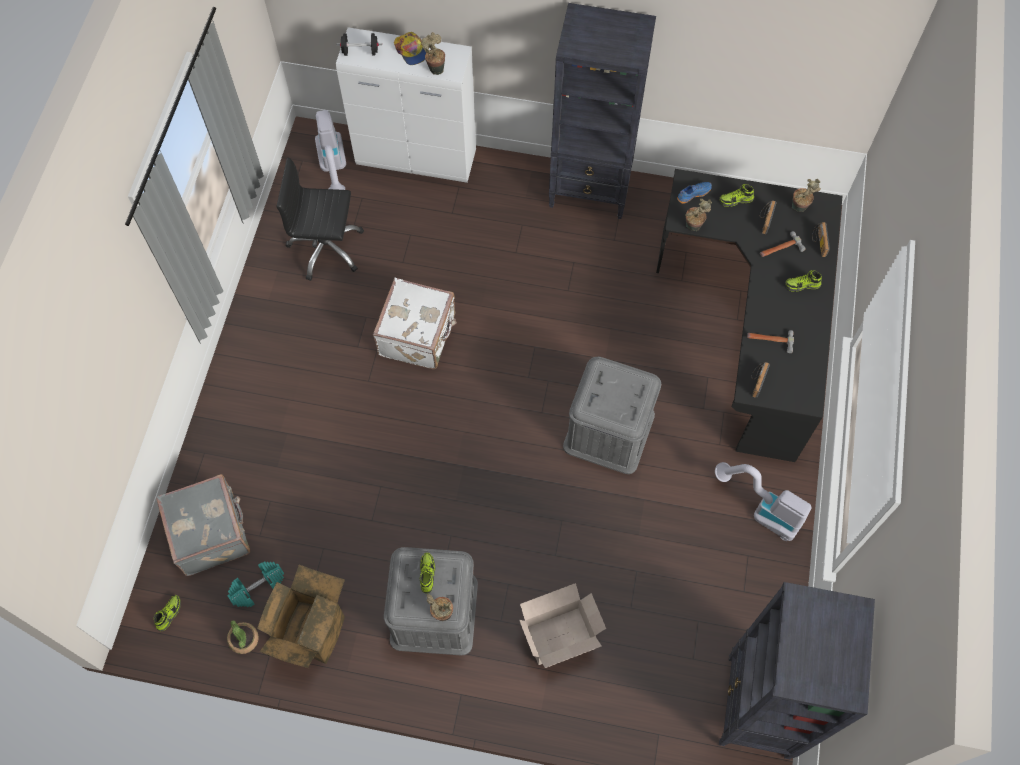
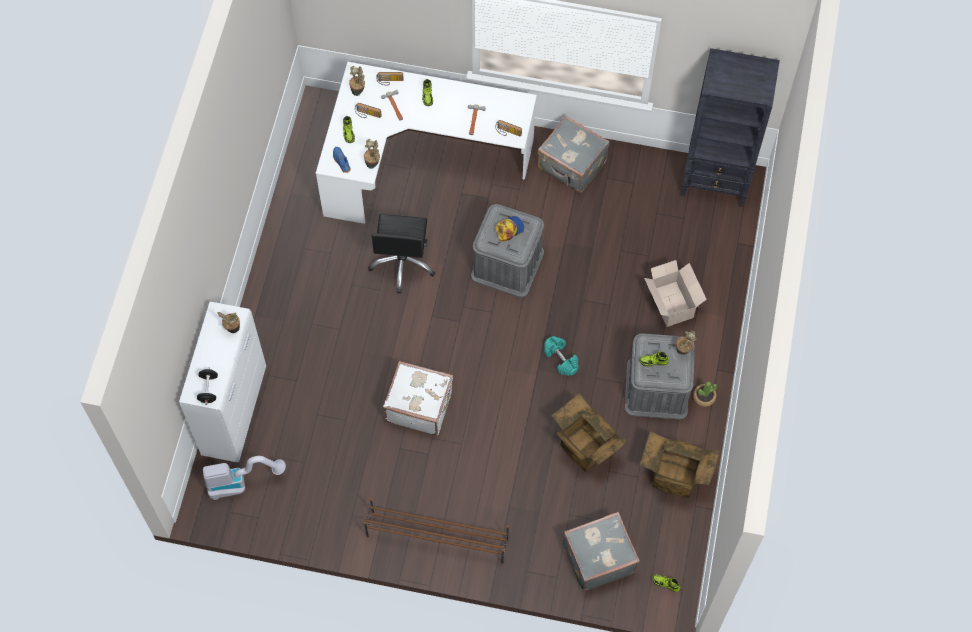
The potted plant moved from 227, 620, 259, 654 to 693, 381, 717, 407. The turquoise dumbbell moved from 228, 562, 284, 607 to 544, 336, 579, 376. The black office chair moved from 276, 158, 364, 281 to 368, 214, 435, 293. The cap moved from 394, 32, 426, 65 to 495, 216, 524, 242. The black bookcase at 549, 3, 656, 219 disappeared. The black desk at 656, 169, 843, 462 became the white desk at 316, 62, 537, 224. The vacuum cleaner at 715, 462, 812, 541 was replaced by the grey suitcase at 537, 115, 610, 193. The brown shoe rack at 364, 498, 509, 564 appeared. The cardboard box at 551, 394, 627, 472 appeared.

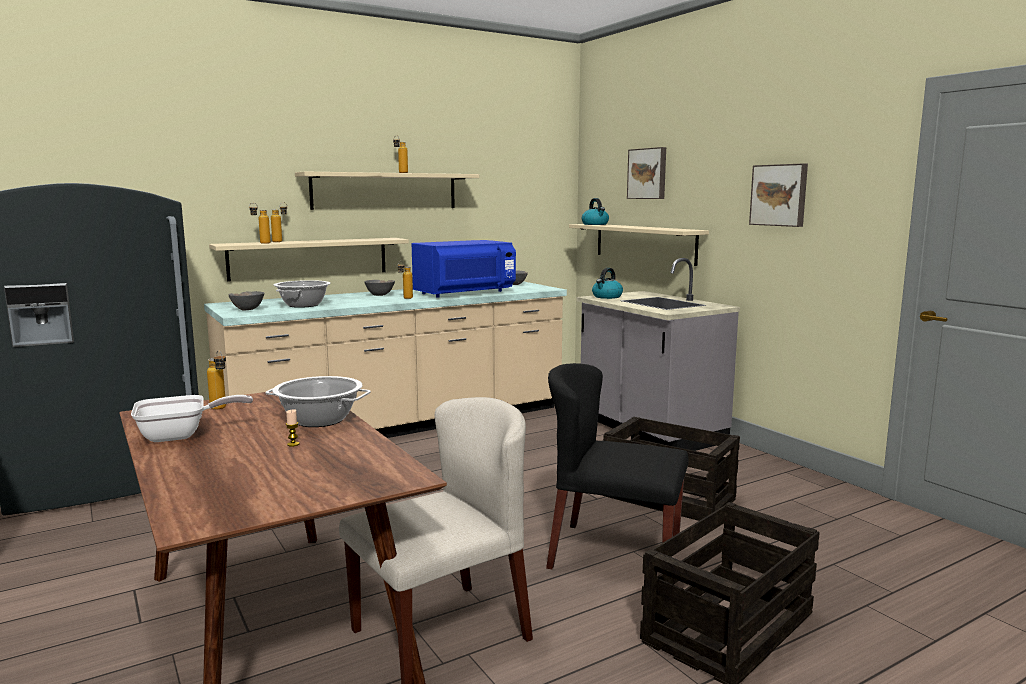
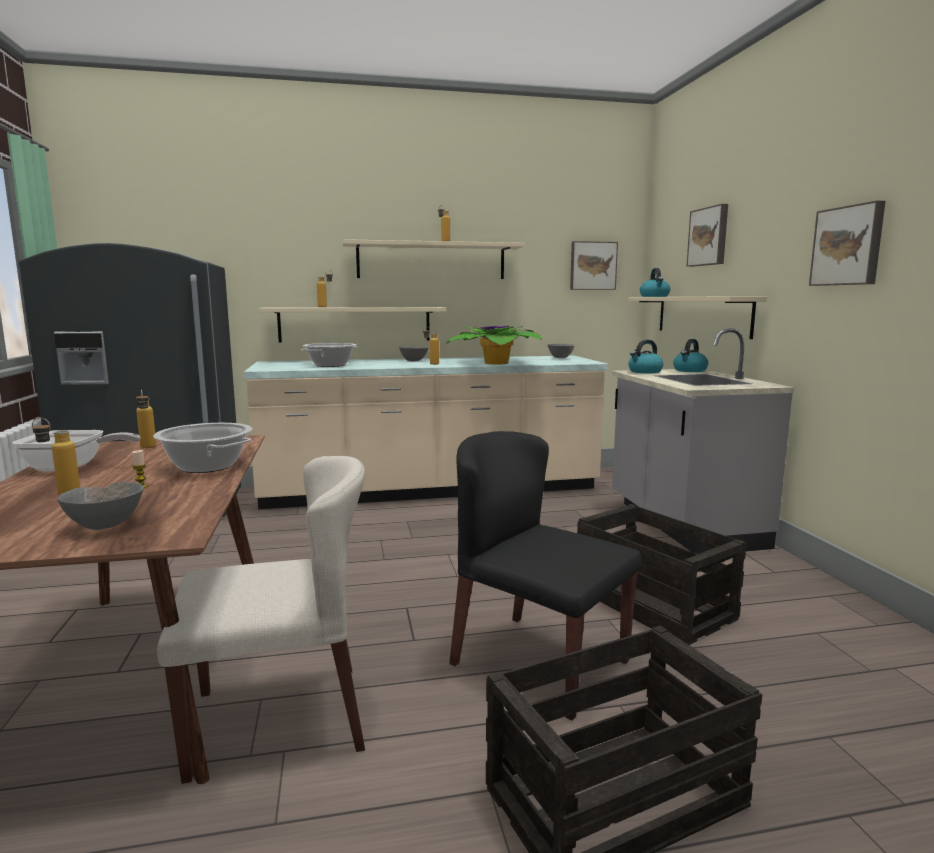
The grey bowl moved from 228, 291, 265, 311 to 58, 482, 144, 530. The bottle moved from 249, 203, 271, 244 to 32, 418, 80, 495. The blue microwave at 412, 240, 516, 297 was replaced by the potted plant at 446, 326, 542, 365. The picture at 570, 241, 618, 290 appeared. The kettle at 673, 339, 708, 372 appeared.

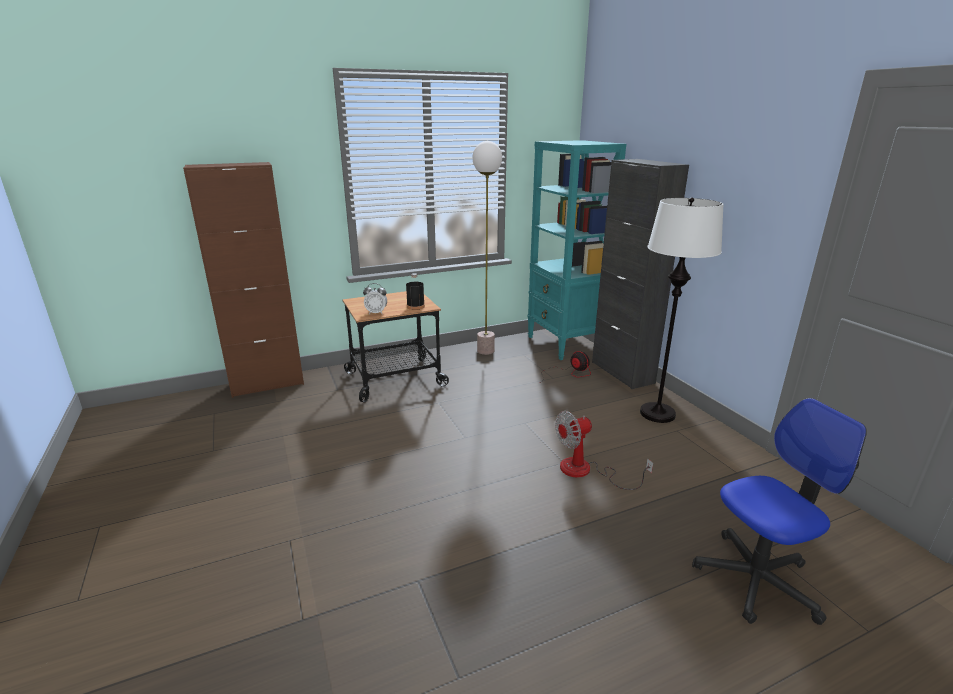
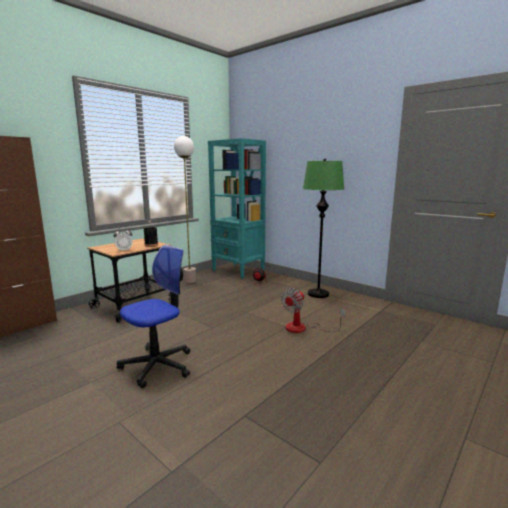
The black cabinet at 592, 159, 689, 389 disappeared. The white floor lamp at 640, 198, 724, 423 became the green floor lamp at 303, 158, 344, 298. The office chair moved from 692, 398, 867, 625 to 117, 245, 190, 388.

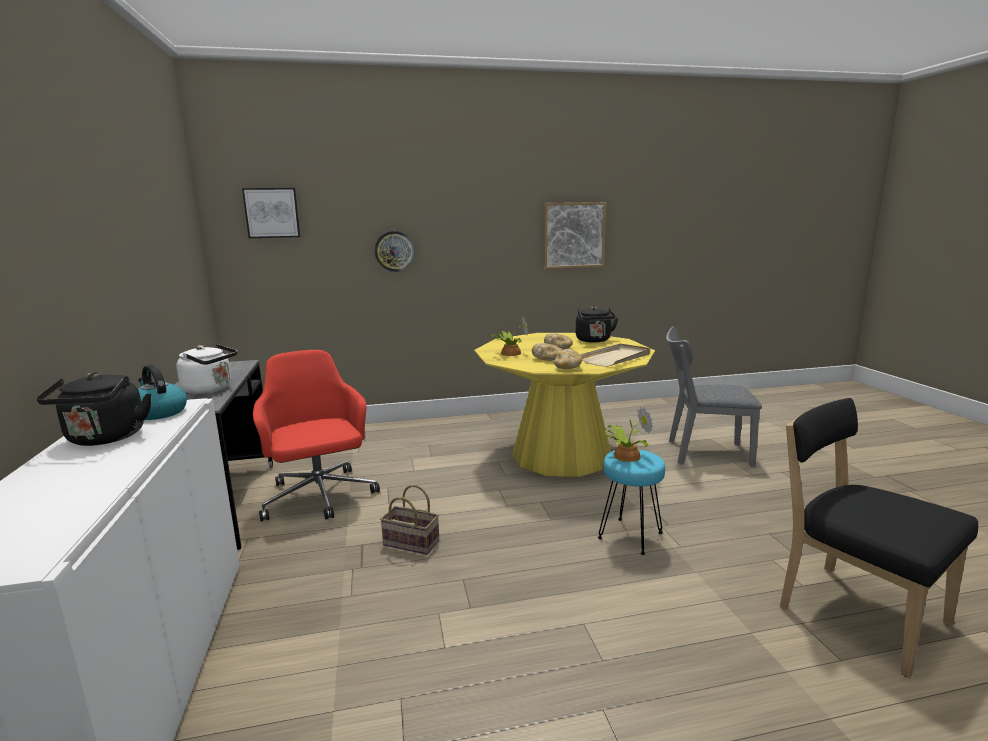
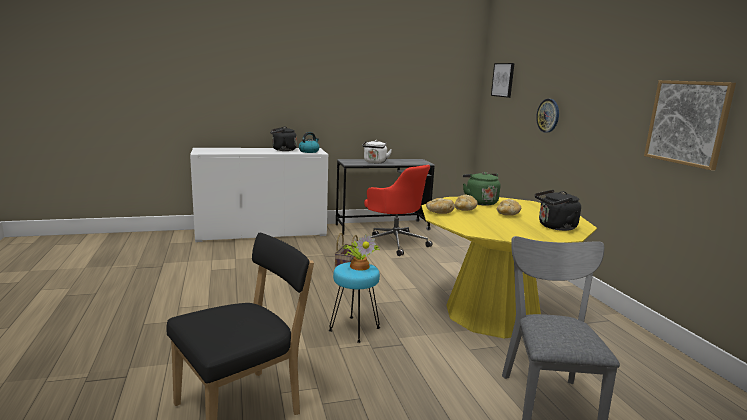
The red office chair at 253, 350, 380, 521 turned 75 degrees clockwise. The potted plant at 491, 315, 528, 356 was replaced by the green kettle at 463, 172, 500, 206. The beige tray at 580, 344, 650, 367 disappeared.

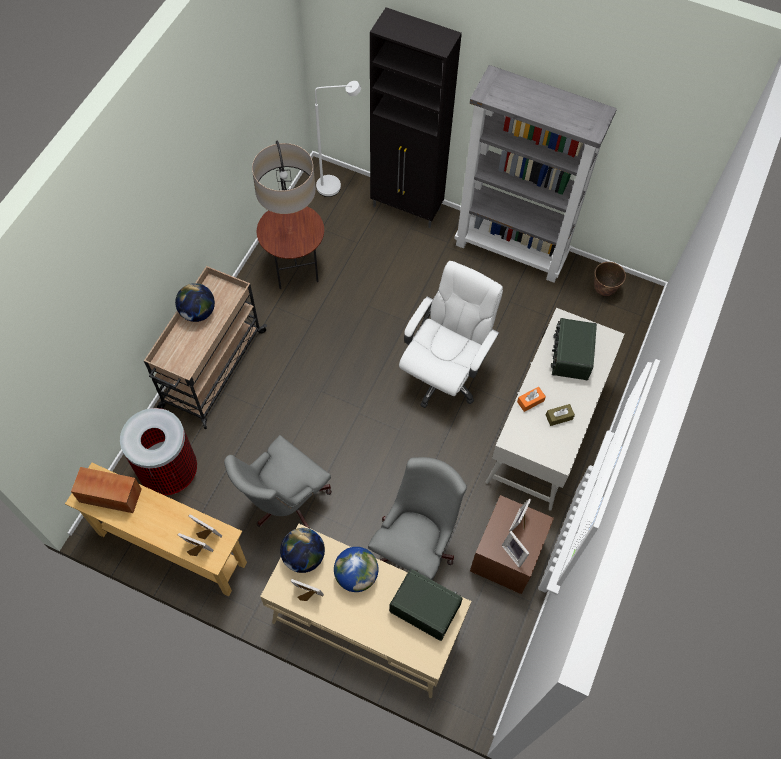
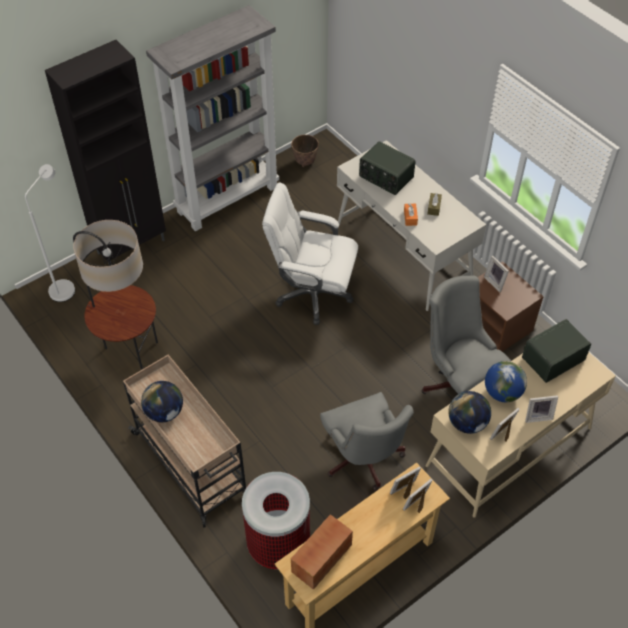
The white office chair at 399, 261, 503, 408 turned 45 degrees counterclockwise. The picture frame moved from 502, 531, 530, 568 to 525, 395, 558, 423.

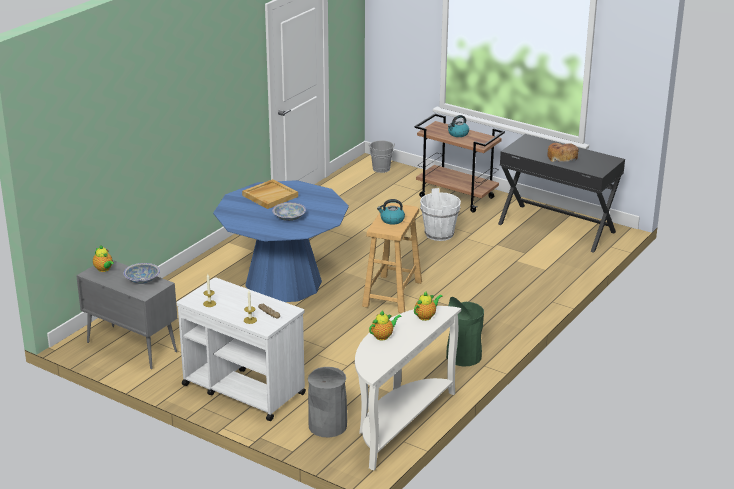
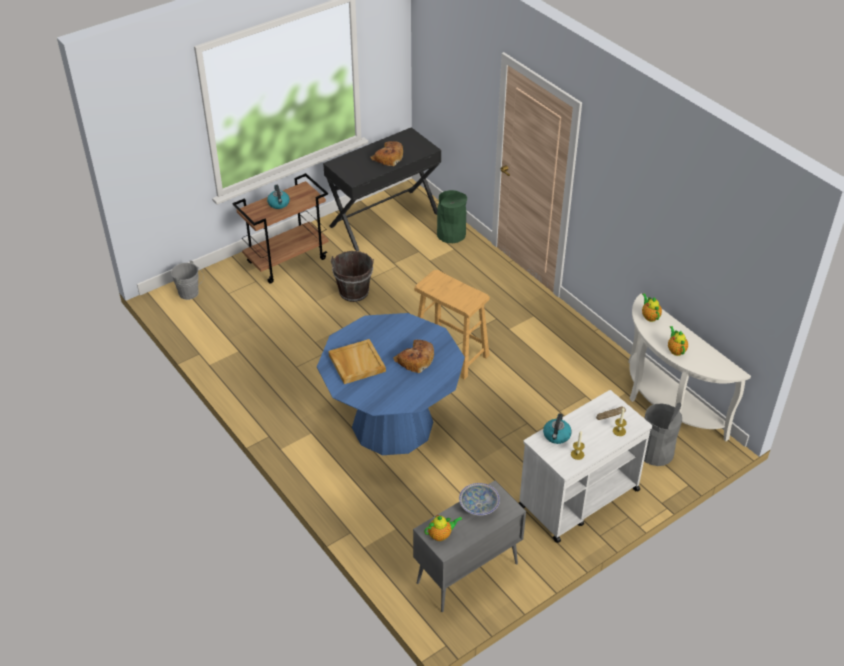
The bowl at 272, 202, 306, 221 was replaced by the bread at 393, 340, 434, 373. The kettle moved from 377, 199, 405, 225 to 543, 413, 572, 444. The white bucket at 420, 188, 461, 241 became the brown bucket at 331, 251, 374, 302. The green trash can moved from 446, 297, 484, 367 to 437, 190, 467, 243.

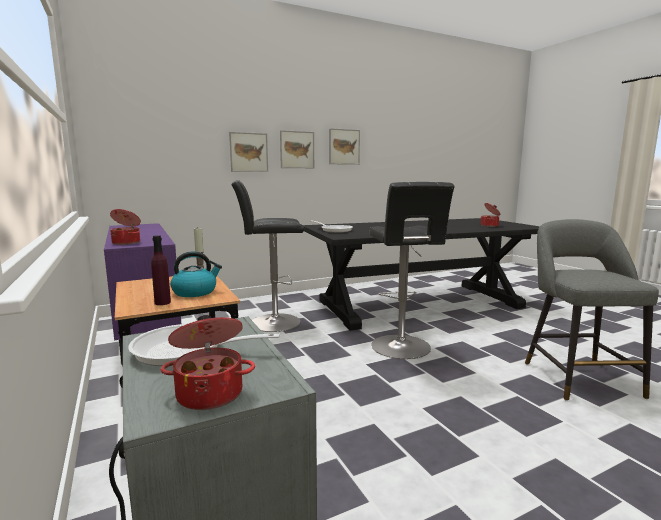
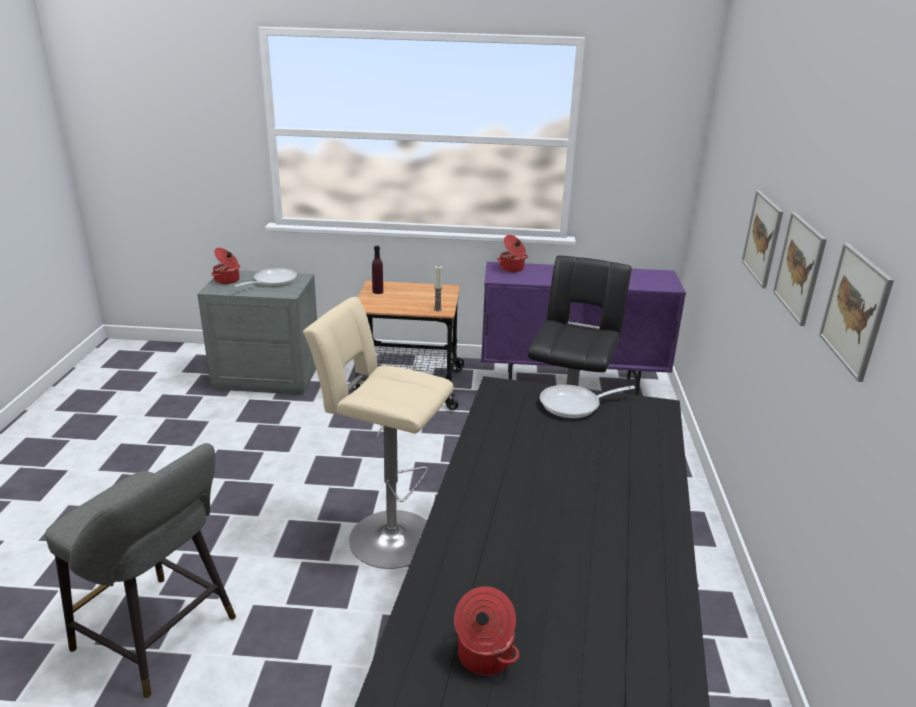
The kettle at 170, 251, 222, 297 disappeared. The black stool at 370, 182, 455, 359 became the beige stool at 303, 297, 454, 569.

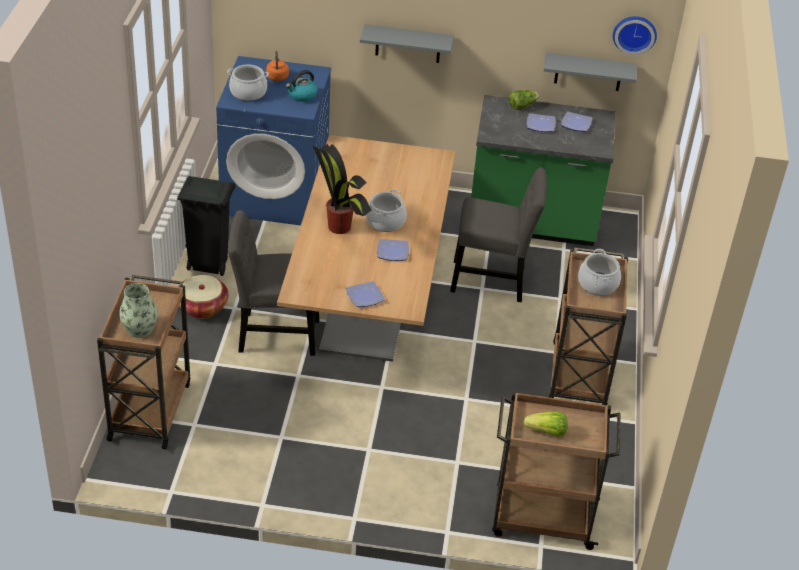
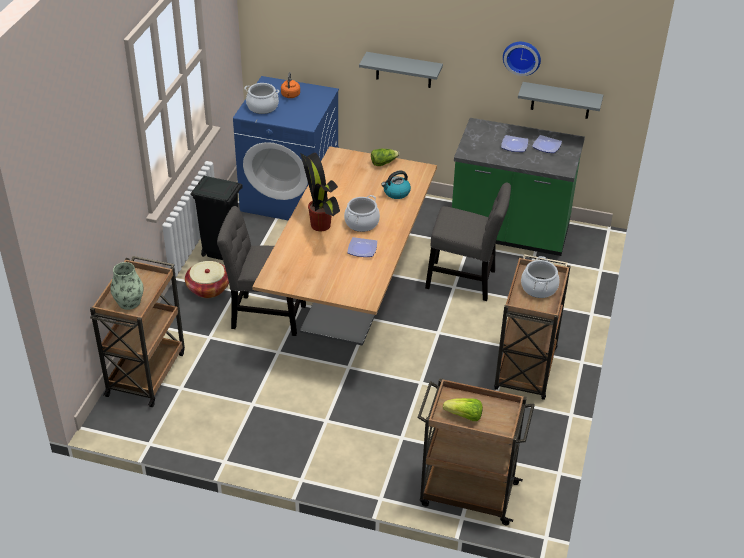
The kettle moved from 286, 70, 318, 102 to 381, 170, 411, 199. The plate at 346, 281, 385, 307 disappeared. The lettuce moved from 509, 90, 540, 110 to 371, 149, 399, 166. The wall clock moved from 613, 16, 657, 55 to 503, 42, 541, 76.

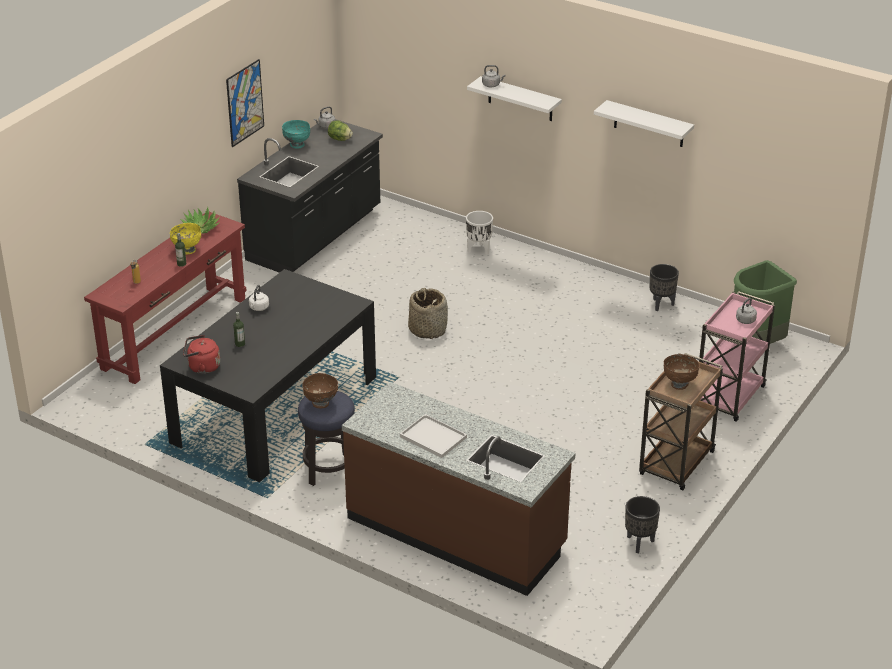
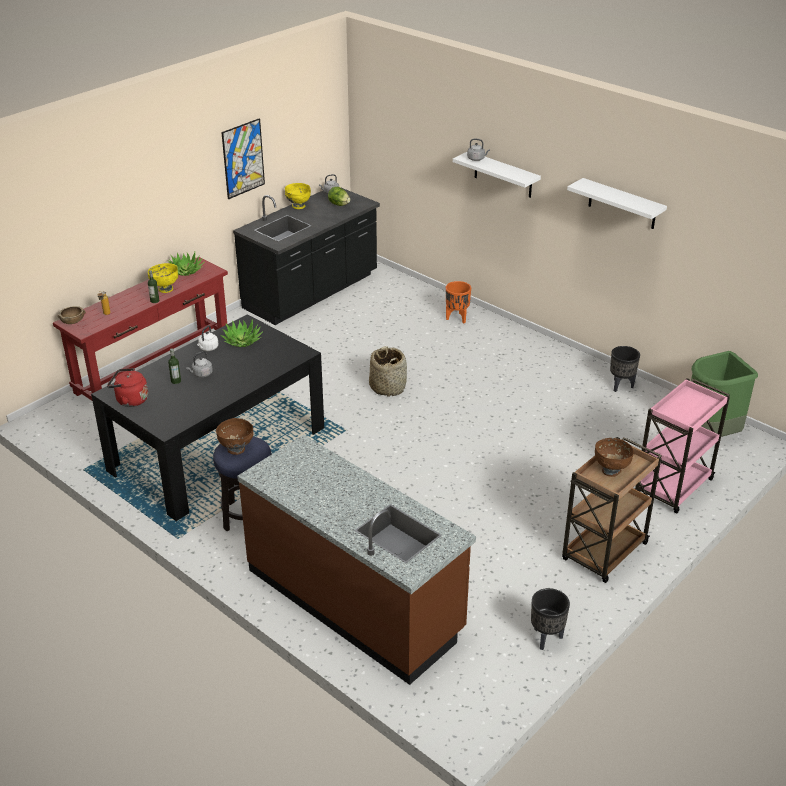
The turquoise bowl at 282, 120, 310, 149 became the yellow bowl at 285, 183, 311, 209. The white tray at 400, 414, 467, 458 disappeared. The white planter at 466, 211, 493, 255 became the orange planter at 446, 281, 471, 323. The grey kettle moved from 736, 298, 757, 324 to 186, 351, 213, 378. The brown bowl at 58, 306, 86, 324 appeared. The potted plant at 220, 319, 263, 347 appeared.

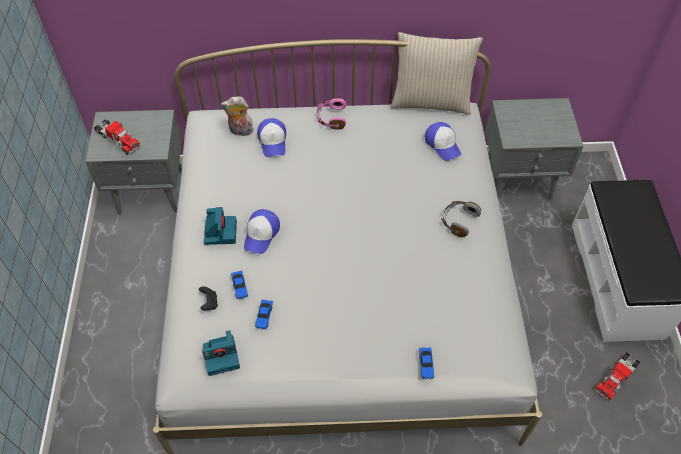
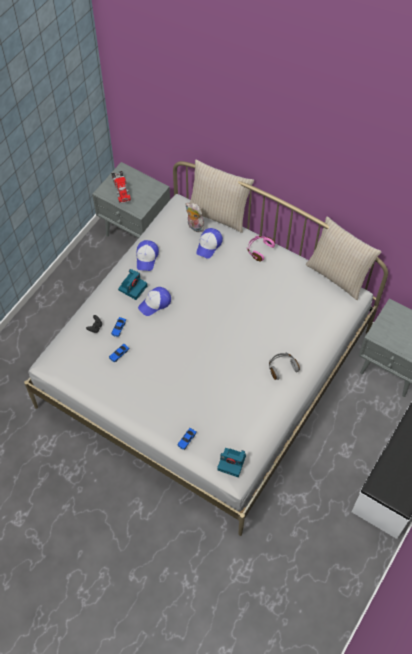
The photo camera moved from 202, 330, 240, 376 to 217, 448, 246, 477. The cap moved from 425, 122, 461, 161 to 136, 240, 159, 271. The toy truck at 595, 352, 640, 402 disappeared. The beige pillow at 186, 160, 254, 233 appeared.

